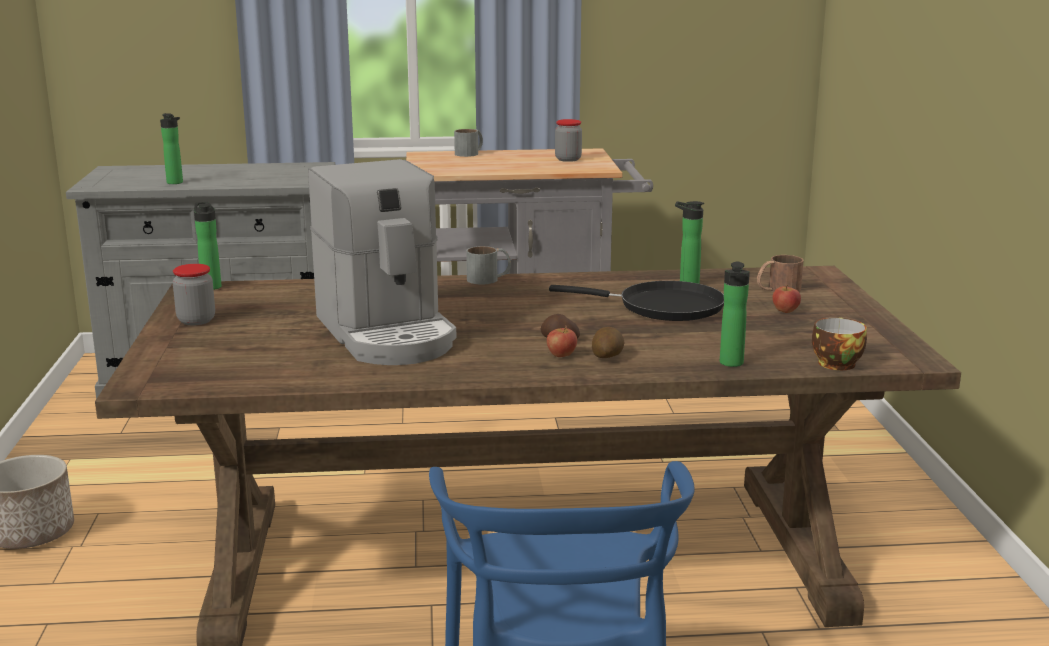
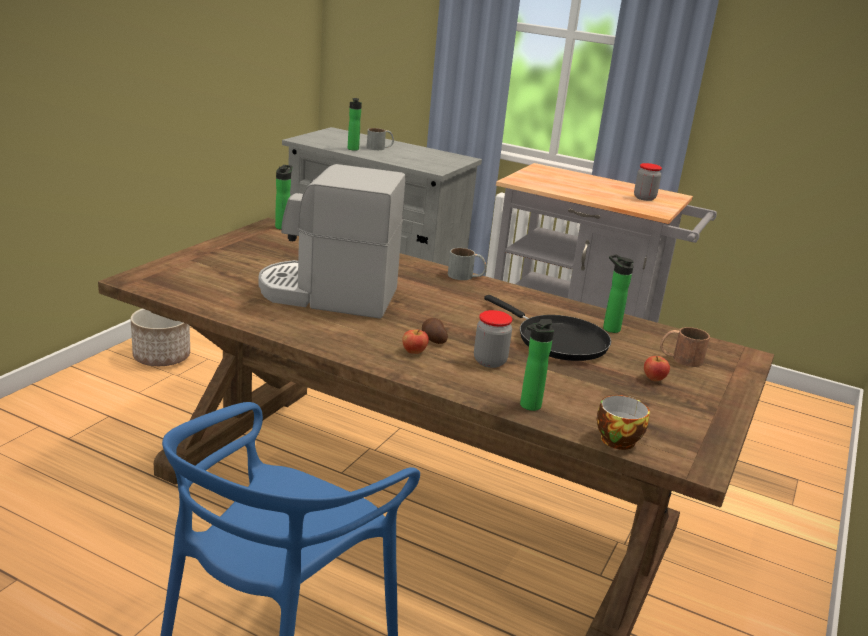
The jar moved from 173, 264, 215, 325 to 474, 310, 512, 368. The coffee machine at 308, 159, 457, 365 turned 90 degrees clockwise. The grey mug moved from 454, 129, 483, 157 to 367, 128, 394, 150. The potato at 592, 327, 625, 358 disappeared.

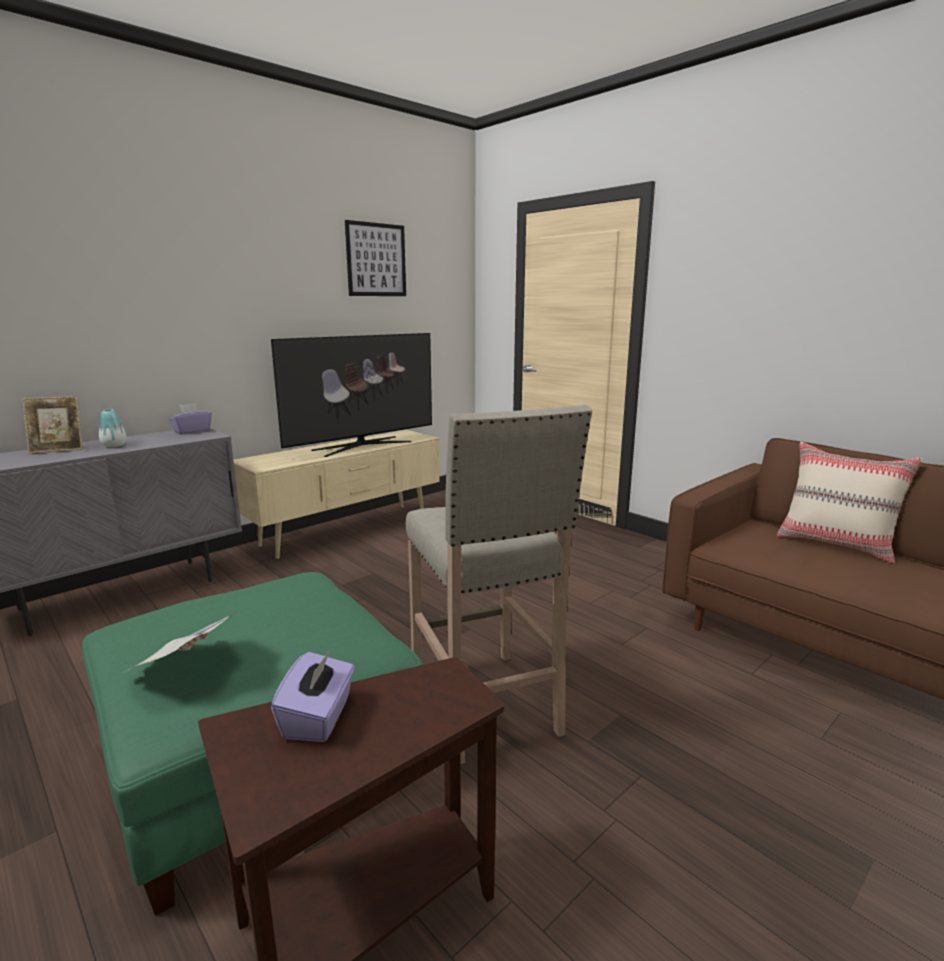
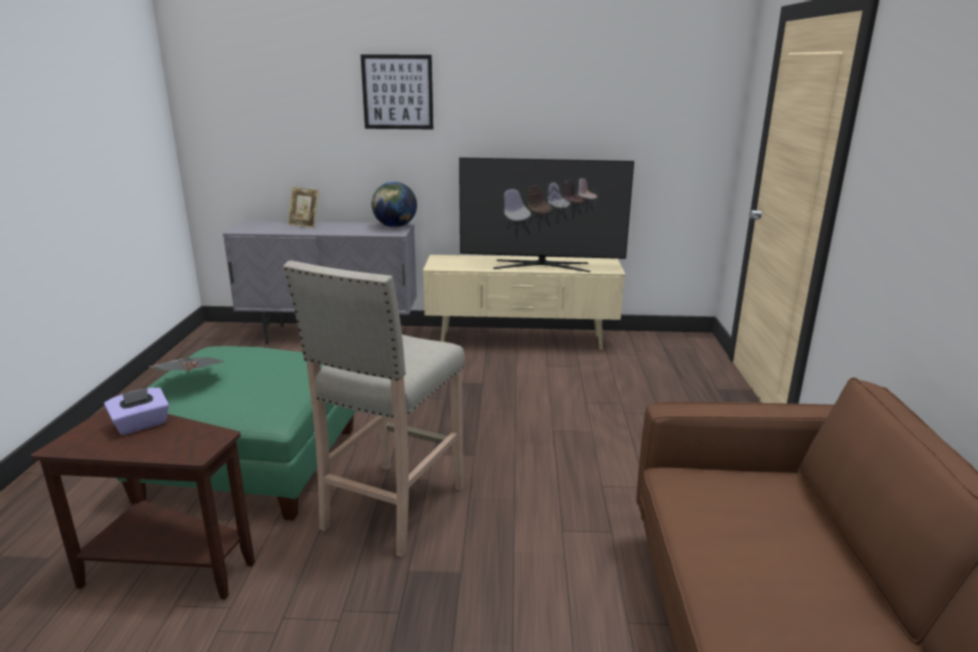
The vase at 99, 409, 127, 447 disappeared. The purple tissue box at 169, 403, 212, 434 was replaced by the globe at 372, 182, 417, 227. The picture moved from 345, 220, 406, 296 to 361, 54, 433, 129. The beige pillow at 777, 442, 923, 564 disappeared.

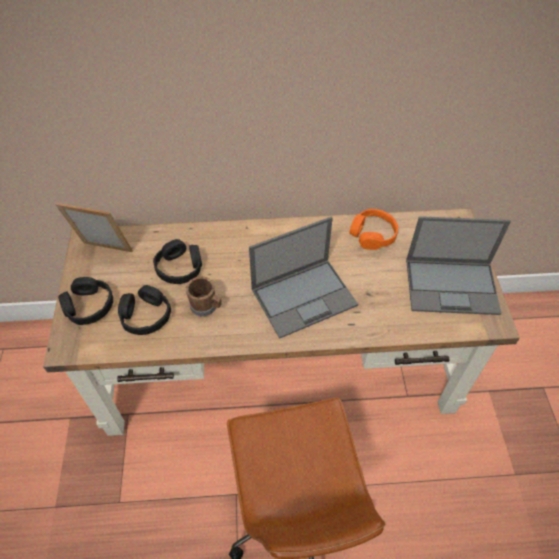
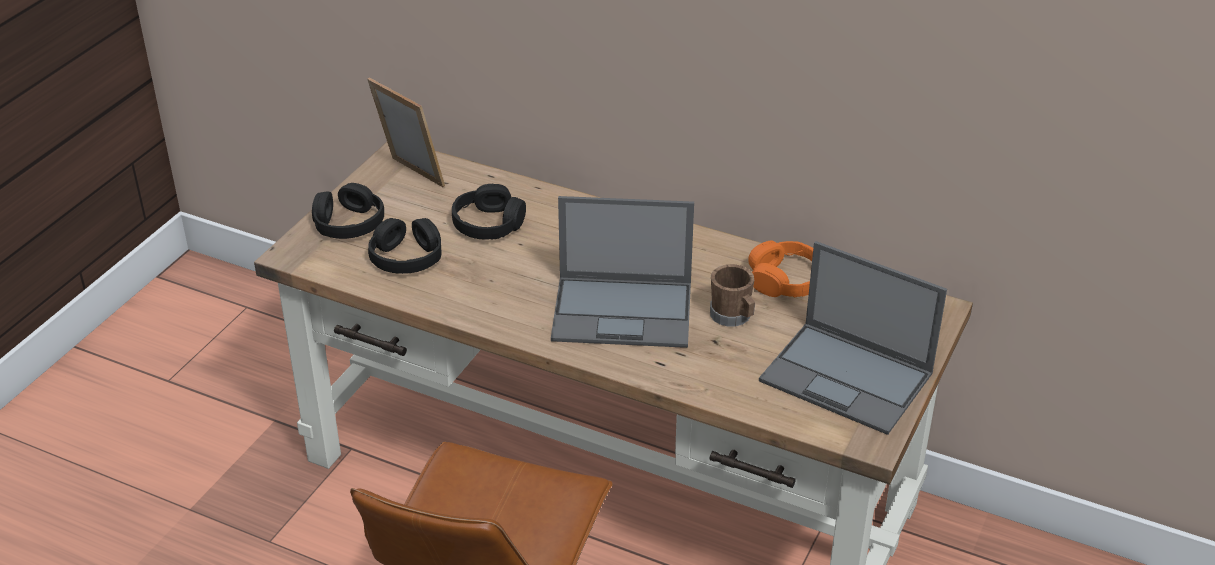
The brown mug moved from 186, 276, 222, 317 to 710, 264, 755, 327.

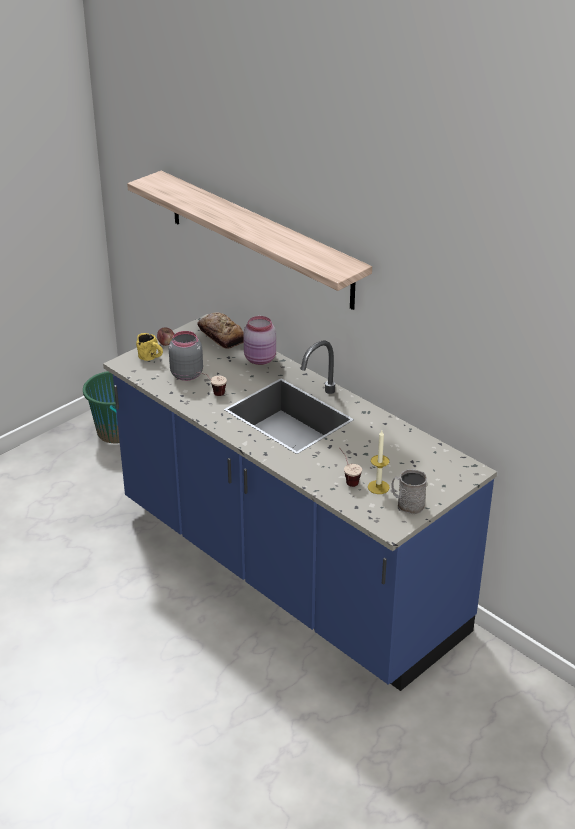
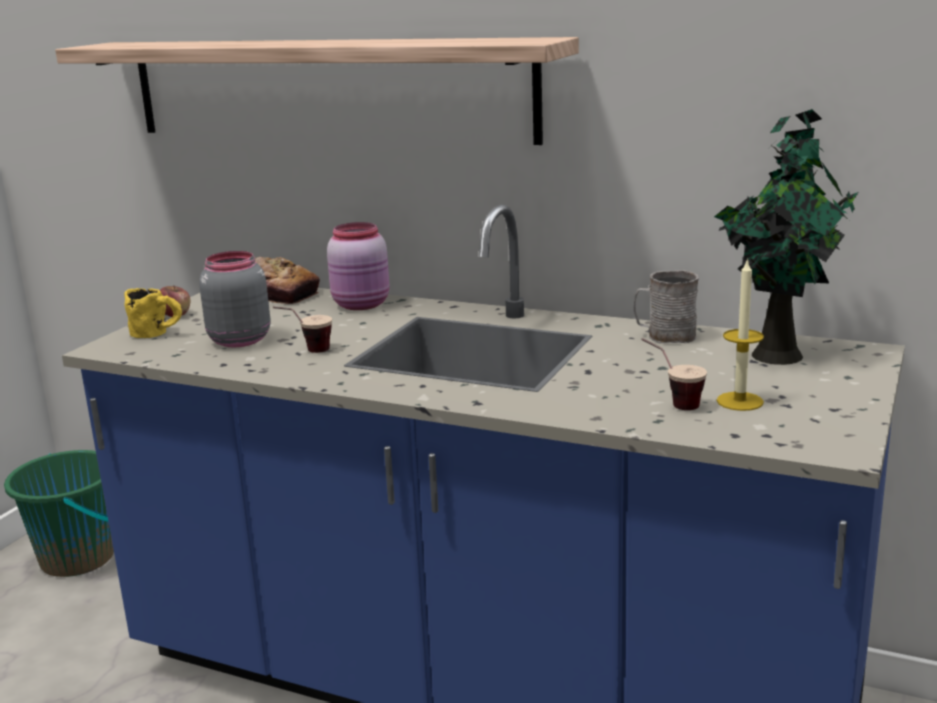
The grey mug moved from 391, 469, 427, 514 to 634, 270, 699, 343. The potted plant at 714, 109, 858, 365 appeared.

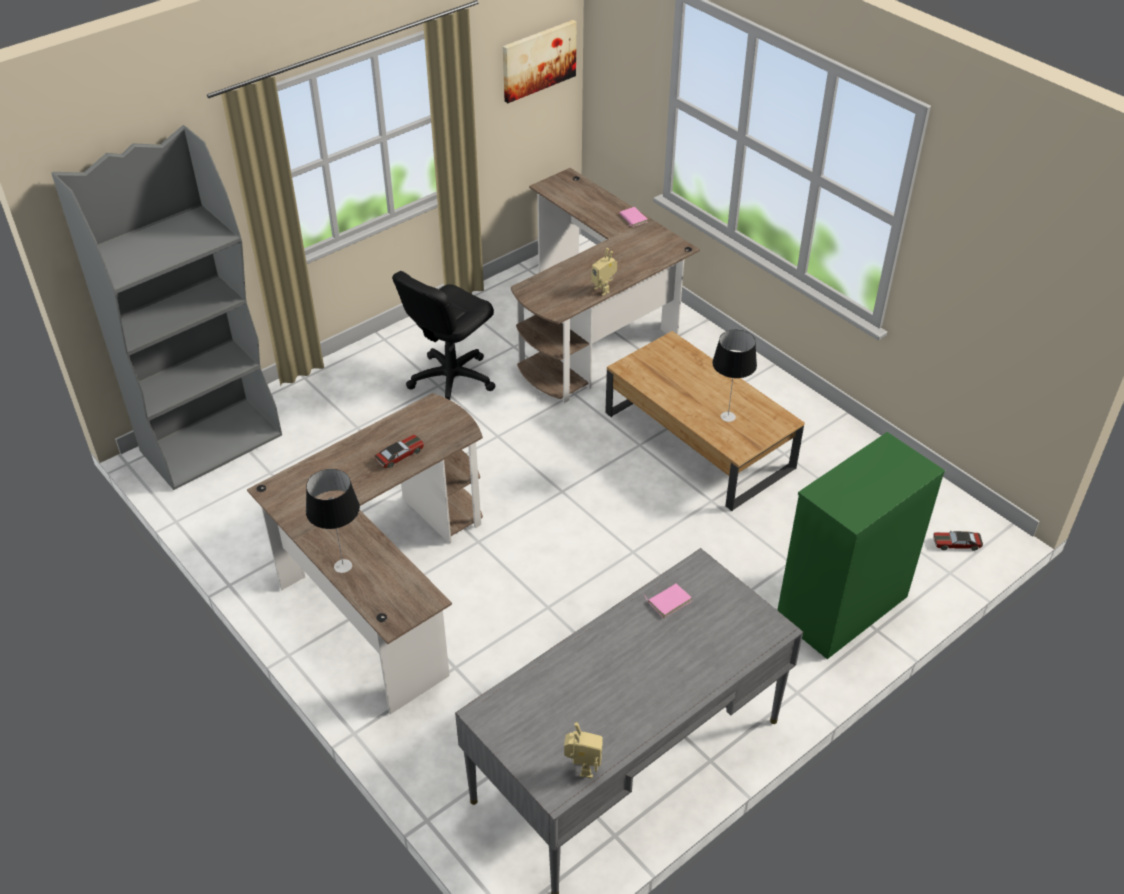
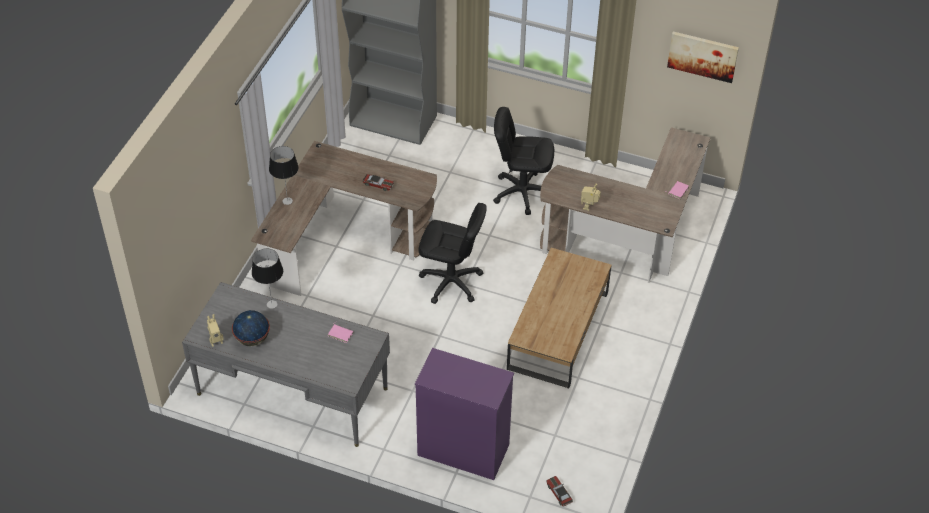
The table lamp moved from 712, 330, 757, 422 to 252, 248, 283, 309. The green dresser at 777, 432, 945, 659 became the purple dresser at 415, 348, 514, 480. The globe at 232, 310, 270, 347 appeared. The black office chair at 419, 203, 487, 304 appeared.

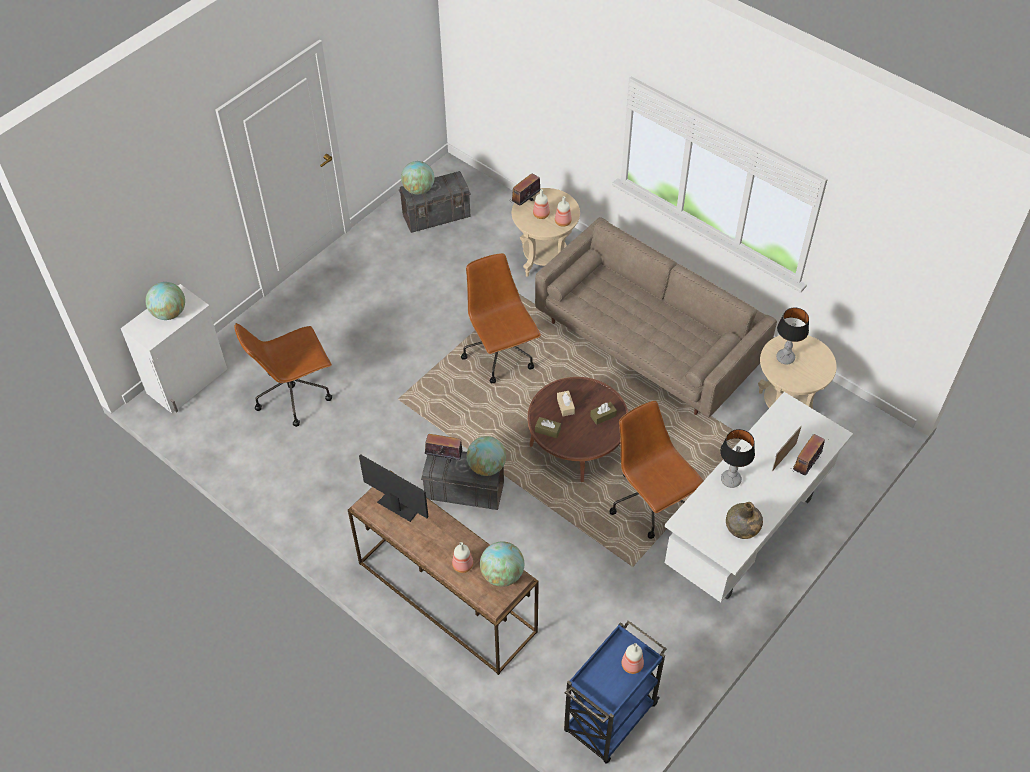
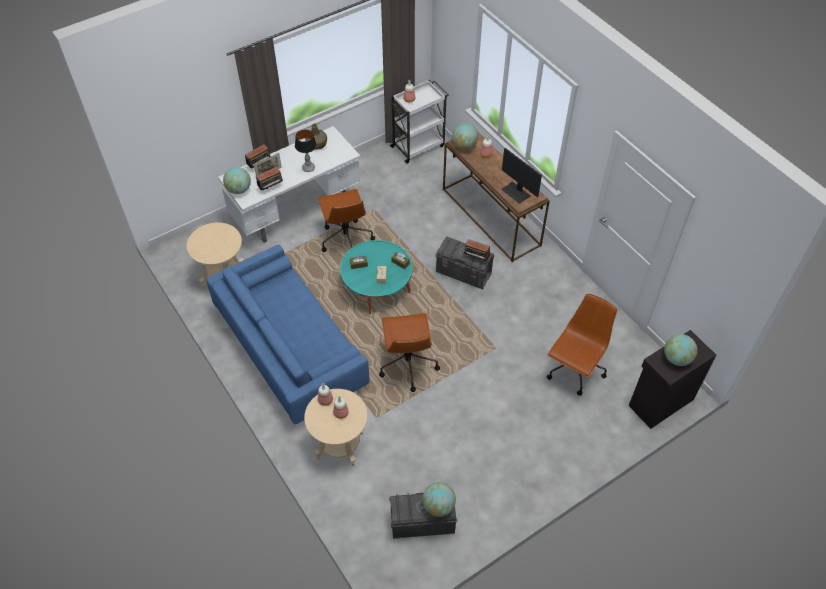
The white cabinet at 121, 284, 227, 413 became the black cabinet at 629, 330, 716, 429. The brown office chair at 234, 323, 332, 427 turned 45 degrees counterclockwise. The globe moved from 467, 436, 506, 476 to 223, 167, 251, 194. The radio moved from 512, 174, 540, 205 to 256, 167, 284, 190. The brown coffee table at 528, 377, 628, 482 became the turquoise coffee table at 340, 240, 413, 314. The beige sofa at 535, 217, 777, 417 became the blue sofa at 206, 245, 370, 425. The blue cart at 564, 621, 667, 763 became the white cart at 389, 80, 449, 164. The table lamp at 776, 308, 809, 364 disappeared.

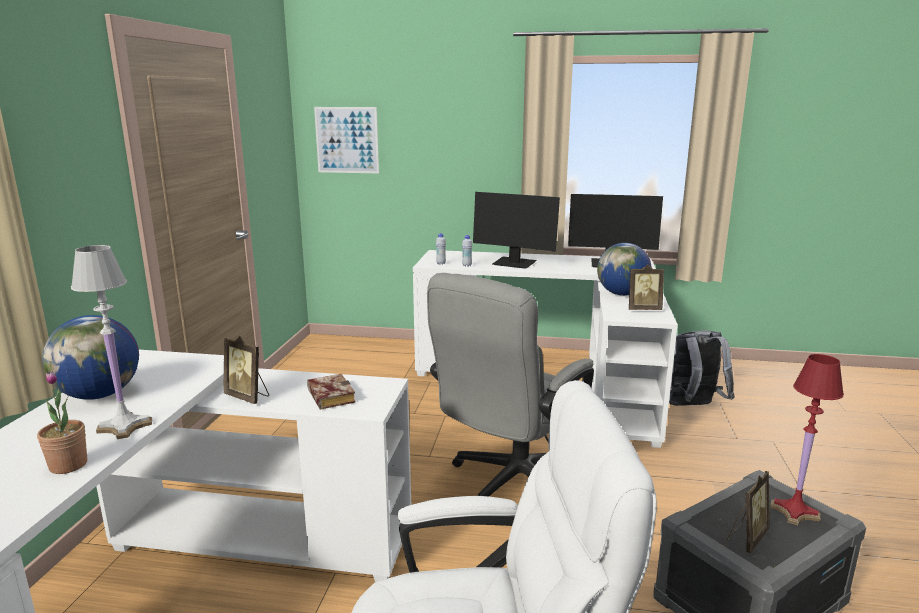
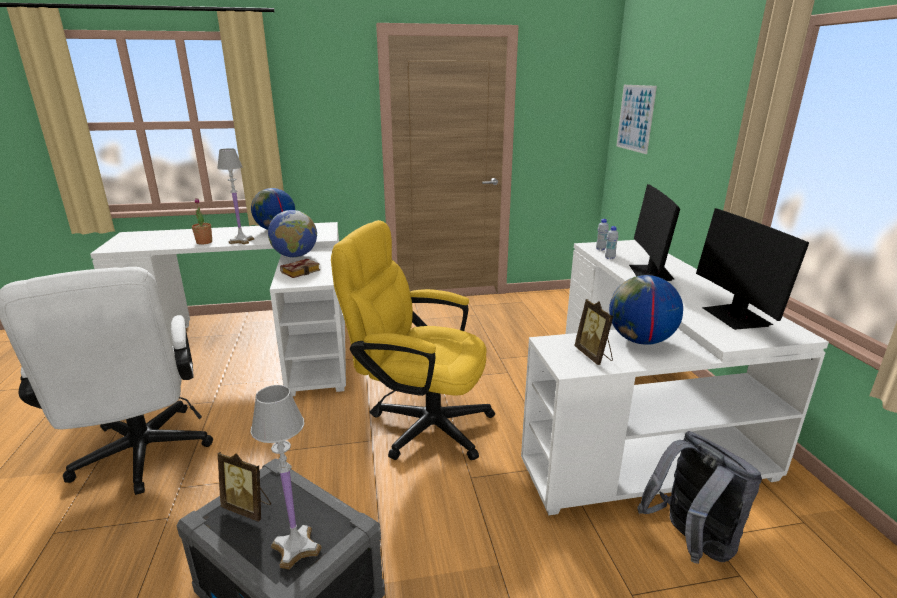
The picture frame at 224, 336, 269, 404 was replaced by the globe at 268, 210, 317, 258. The grey office chair at 427, 273, 594, 497 became the yellow office chair at 331, 220, 495, 460. The red table lamp at 770, 354, 844, 525 became the white table lamp at 251, 385, 322, 570.

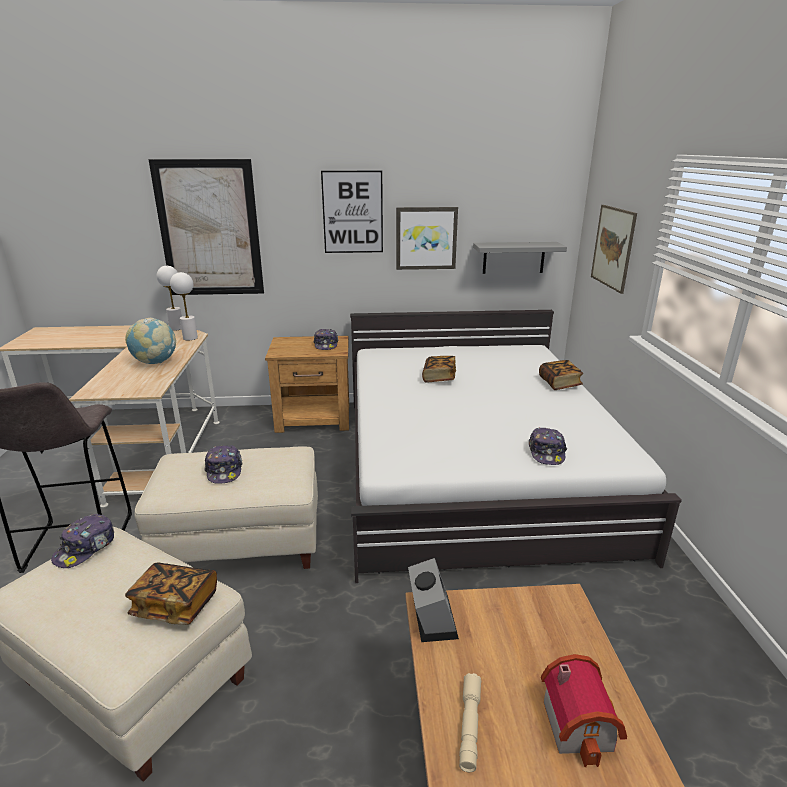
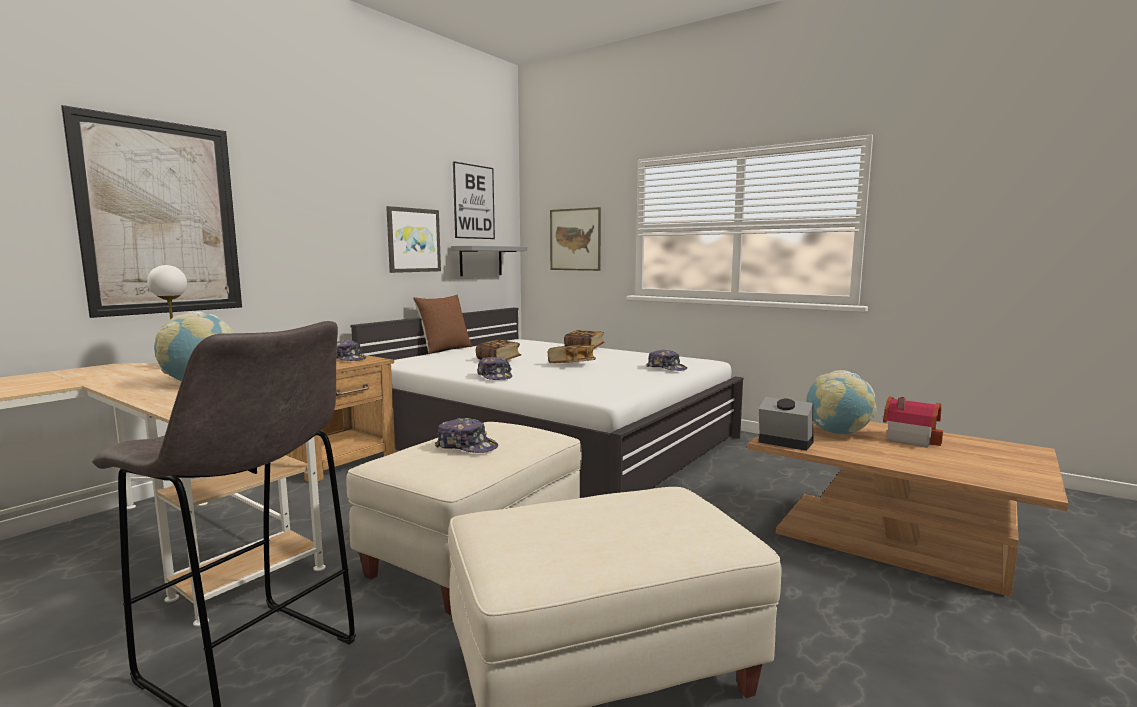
The cap moved from 51, 514, 114, 568 to 477, 357, 512, 380. The book moved from 125, 562, 217, 625 to 548, 345, 596, 363. The white table lamp at 157, 266, 182, 331 disappeared. The picture moved from 321, 171, 383, 253 to 453, 161, 495, 239. The beige flashlight at 459, 673, 481, 772 disappeared. The brown pillow at 413, 295, 472, 354 appeared. The globe at 807, 370, 876, 434 appeared.

